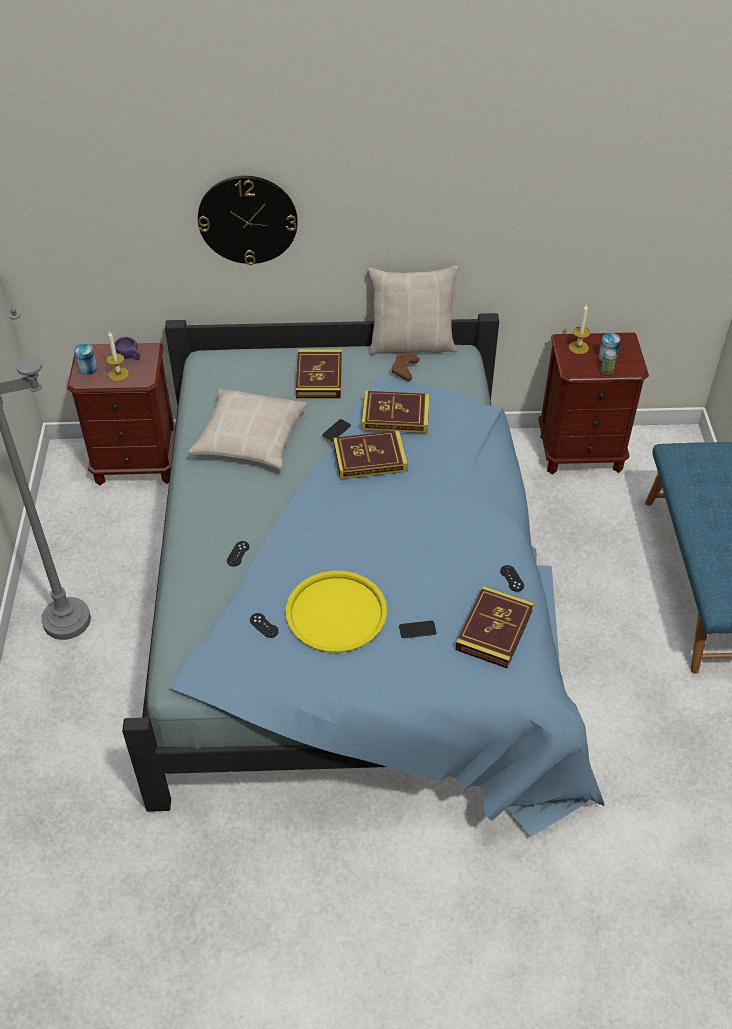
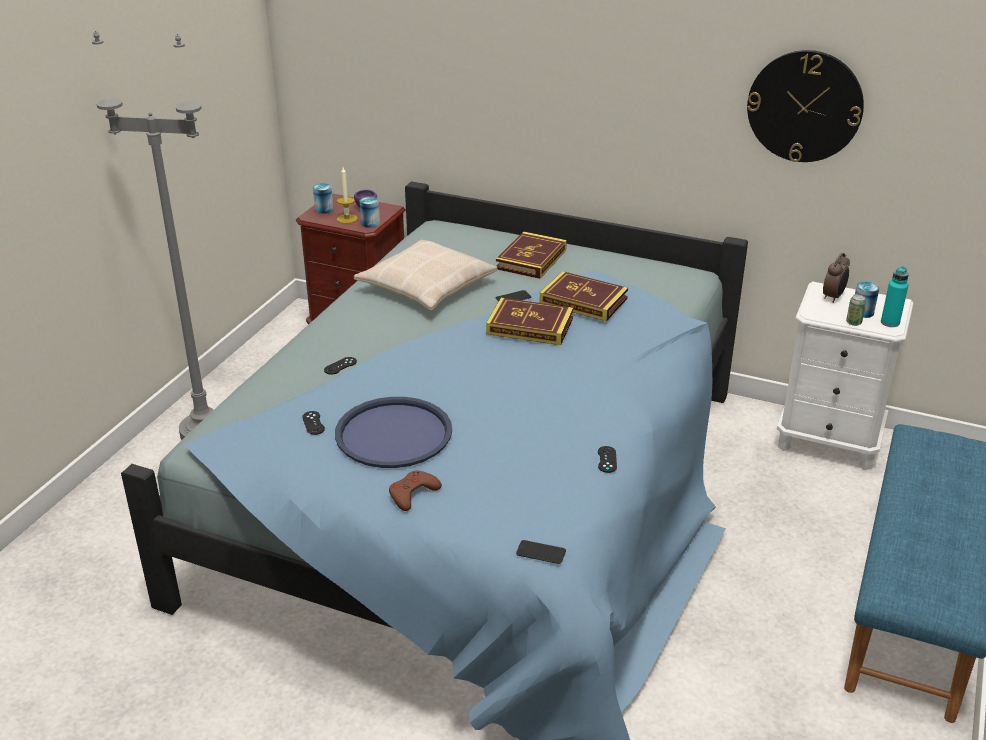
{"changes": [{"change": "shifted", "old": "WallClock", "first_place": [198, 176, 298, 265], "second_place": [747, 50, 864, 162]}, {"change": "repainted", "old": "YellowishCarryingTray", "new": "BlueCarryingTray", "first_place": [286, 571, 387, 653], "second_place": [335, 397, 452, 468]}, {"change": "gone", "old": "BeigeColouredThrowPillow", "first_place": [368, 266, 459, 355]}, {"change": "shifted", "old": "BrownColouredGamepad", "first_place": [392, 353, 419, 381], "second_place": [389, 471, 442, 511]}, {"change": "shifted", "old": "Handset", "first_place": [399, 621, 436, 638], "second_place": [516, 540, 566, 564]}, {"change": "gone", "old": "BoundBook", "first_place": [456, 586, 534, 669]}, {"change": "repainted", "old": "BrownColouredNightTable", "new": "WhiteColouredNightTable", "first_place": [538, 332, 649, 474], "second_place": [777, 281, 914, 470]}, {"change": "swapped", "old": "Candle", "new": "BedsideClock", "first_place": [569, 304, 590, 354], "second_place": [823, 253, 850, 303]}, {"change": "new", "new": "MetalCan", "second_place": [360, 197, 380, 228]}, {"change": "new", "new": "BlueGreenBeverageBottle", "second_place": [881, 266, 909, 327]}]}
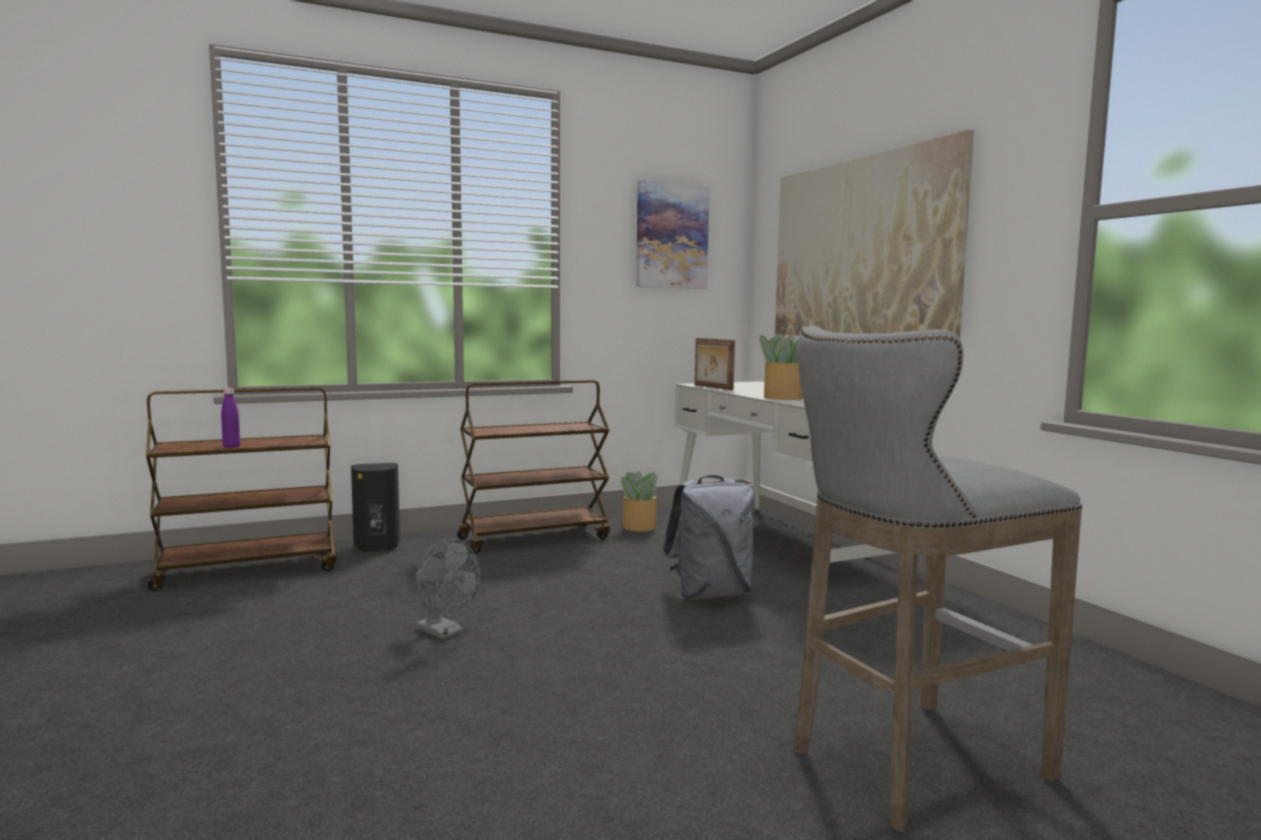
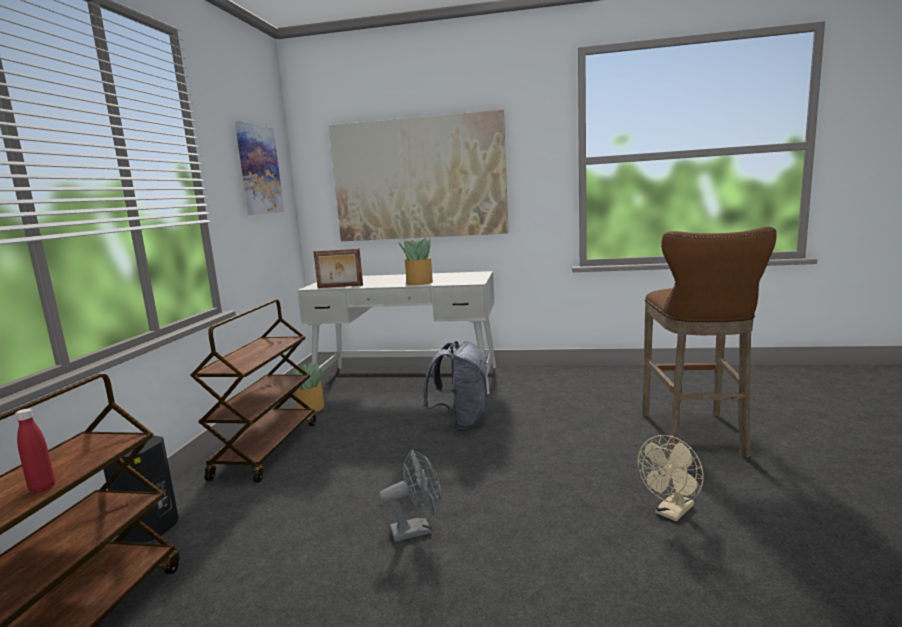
{"changes": [{"change": "repainted", "old": "PurplishBeverageBottle", "new": "RedColouredBeverageBottle", "first_place": [221, 388, 240, 448], "second_place": [15, 408, 55, 493]}, {"change": "repainted", "old": "GraySittingStool", "new": "BrownColouredSittingStool", "first_place": [793, 326, 1082, 832], "second_place": [643, 227, 777, 458]}, {"change": "new", "new": "BeigeColouredElectricFan", "second_place": [638, 435, 704, 522]}]}
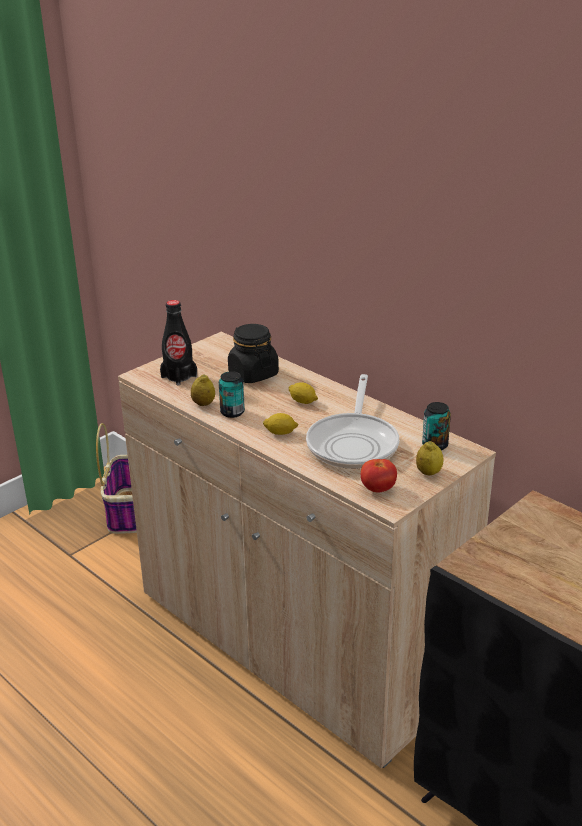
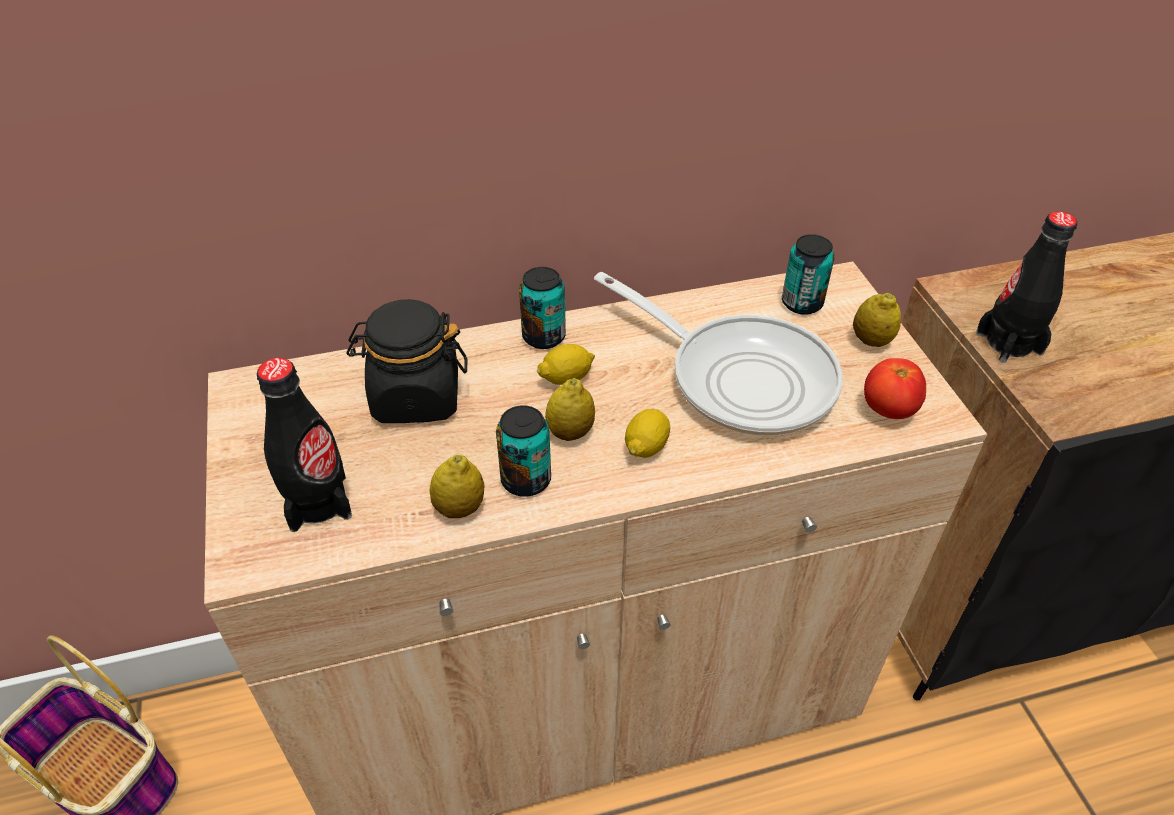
{"changes": [{"change": "new", "new": "MetalCan", "second_place": [519, 267, 566, 349]}, {"change": "new", "new": "Lemon", "second_place": [545, 378, 595, 441]}, {"change": "new", "new": "BlackColouredBeverageBottle", "second_place": [976, 211, 1077, 363]}]}
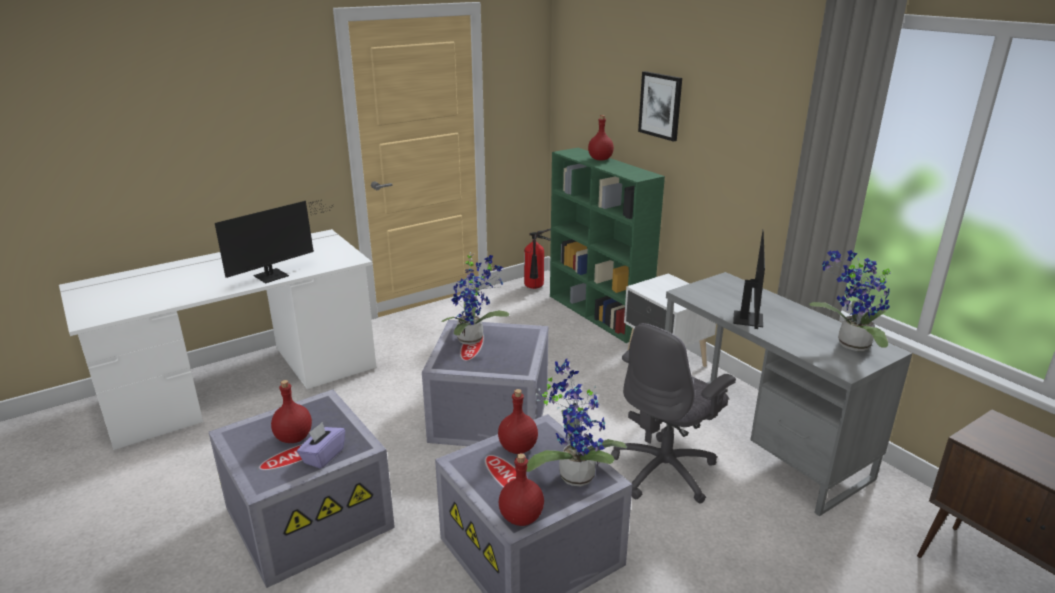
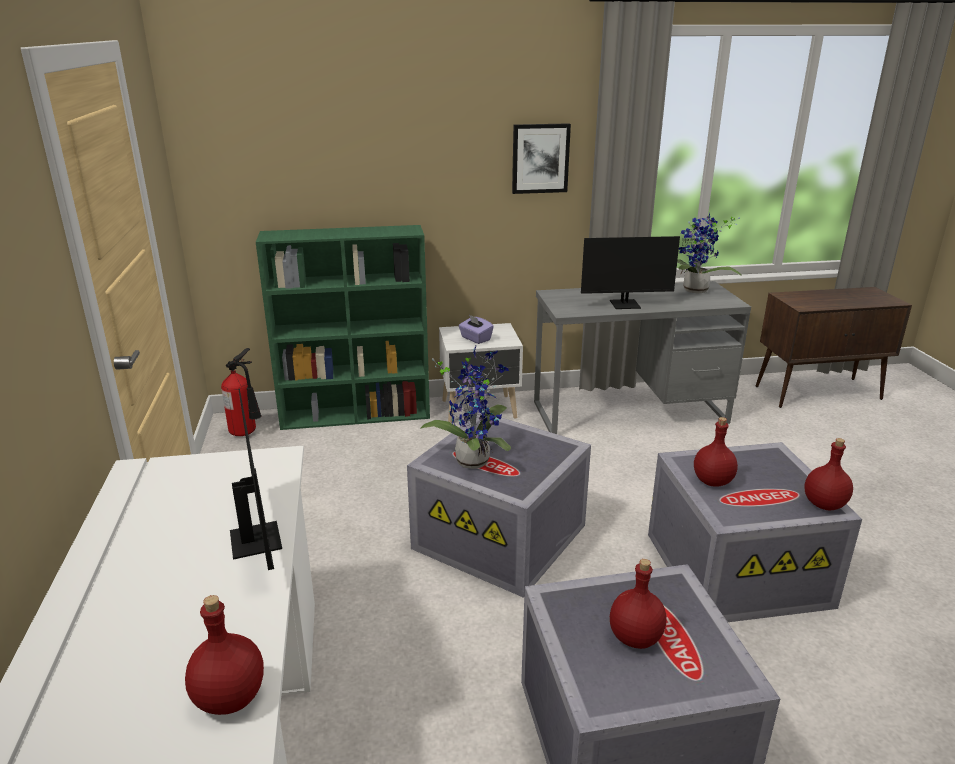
{"changes": [{"change": "shifted", "old": "PurplishTissueBox", "first_place": [297, 422, 345, 469], "second_place": [458, 315, 494, 344]}, {"change": "gone", "old": "PottedPlant", "first_place": [526, 358, 627, 487]}, {"change": "shifted", "old": "RedColouredBeverageBottle", "first_place": [588, 115, 614, 161], "second_place": [185, 595, 264, 715]}, {"change": "gone", "old": "GrayComputerChair", "first_place": [611, 323, 736, 504]}, {"change": "shifted", "old": "WallPicture", "first_place": [638, 71, 682, 142], "second_place": [512, 123, 571, 194]}, {"change": "rotated", "old": "Monitor", "first_place": [733, 229, 765, 329], "second_place": [581, 236, 708, 309], "degrees": 135}]}
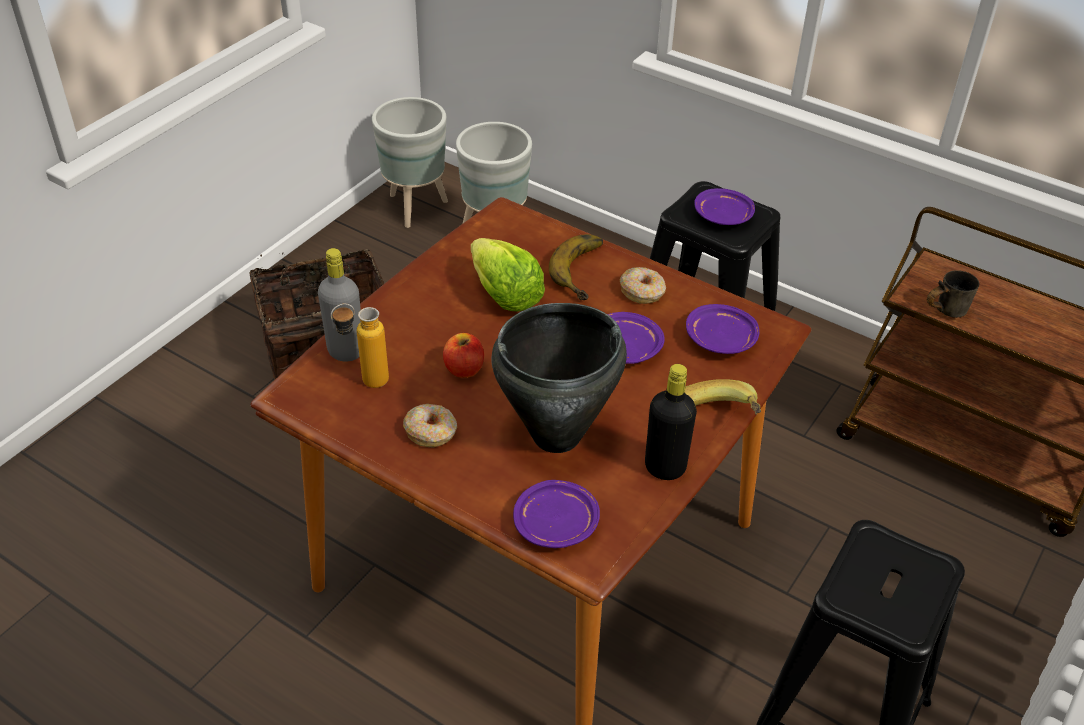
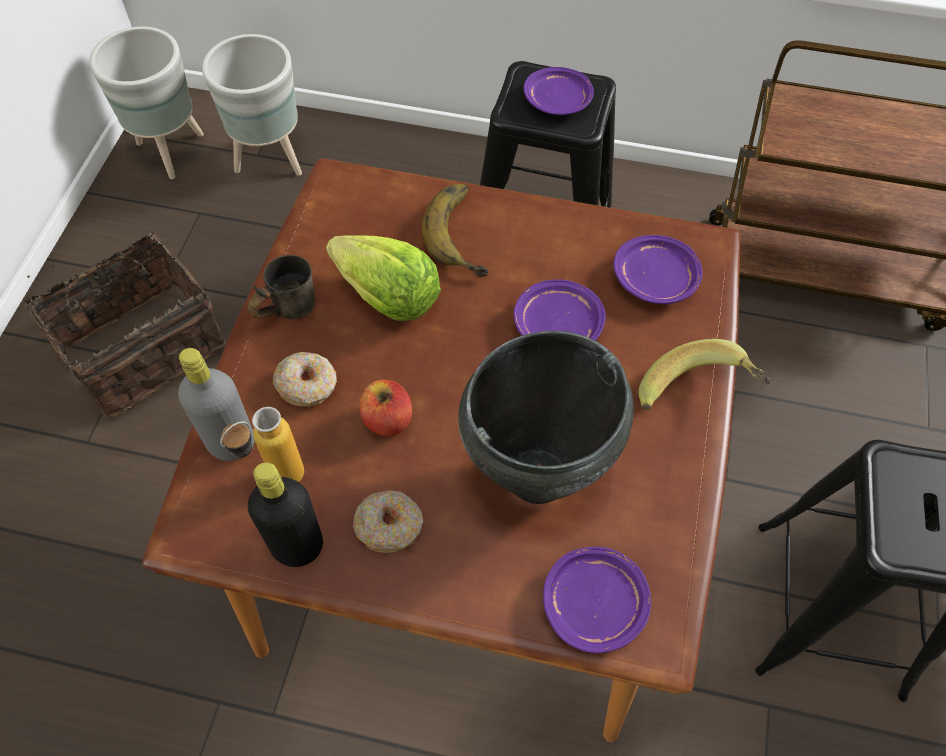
{"changes": [{"change": "shifted", "old": "RingDoughnut", "first_place": [619, 267, 666, 304], "second_place": [273, 352, 337, 407]}, {"change": "shifted", "old": "BlackColouredBeverageBottle", "first_place": [645, 364, 697, 480], "second_place": [248, 463, 323, 567]}, {"change": "shifted", "old": "GrayCoffeeMug", "first_place": [927, 270, 979, 318], "second_place": [247, 255, 315, 319]}]}
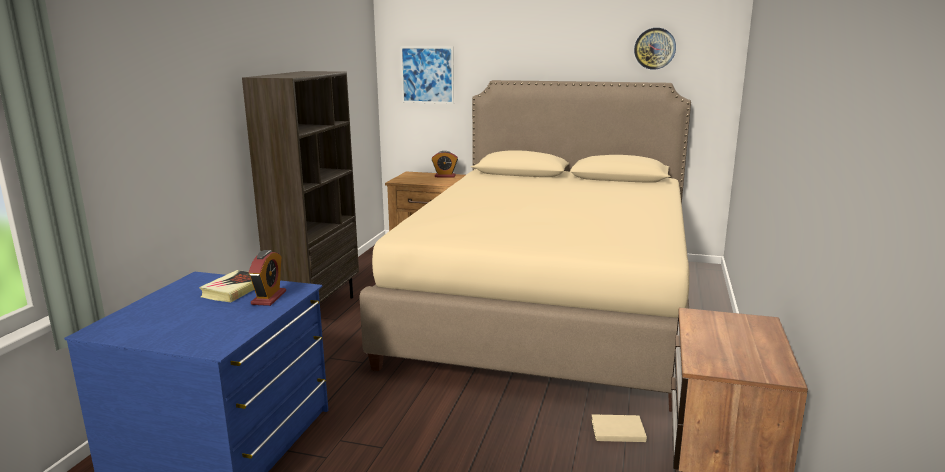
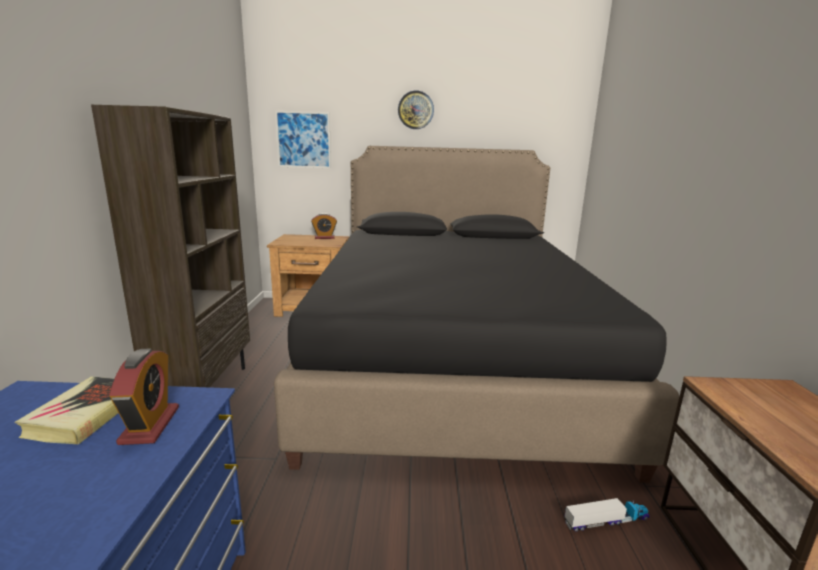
{"changes": [{"change": "repainted", "old": "BeigeColouredBedroomBed", "new": "BlackColouredBedroomBed", "first_place": [359, 80, 691, 412], "second_place": [274, 146, 679, 483]}, {"change": "swapped", "old": "BeigeColouredBoundBook", "new": "ModelTruck", "first_place": [591, 414, 647, 442], "second_place": [565, 498, 650, 532]}, {"change": "shifted", "old": "WallClock", "first_place": [634, 28, 676, 70], "second_place": [398, 91, 434, 129]}]}
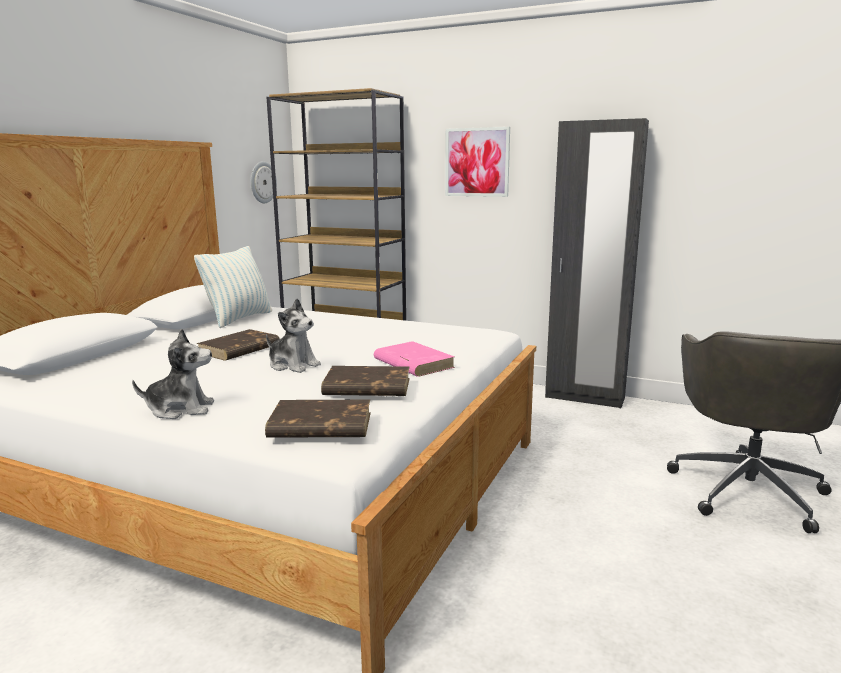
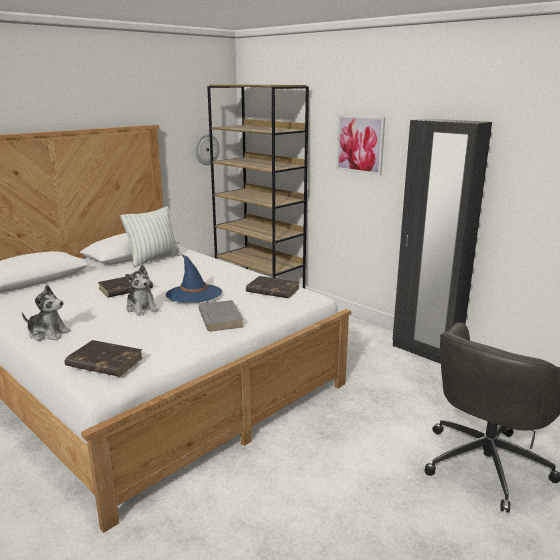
{"changes": [{"change": "shifted", "old": "BrownColouredBoundBook", "first_place": [321, 366, 410, 396], "second_place": [246, 276, 300, 298]}, {"change": "repainted", "old": "PinkBoundBook", "new": "GrayBoundBook", "first_place": [374, 341, 455, 377], "second_place": [198, 300, 243, 331]}, {"change": "new", "new": "BlueHat", "second_place": [166, 254, 222, 303]}]}
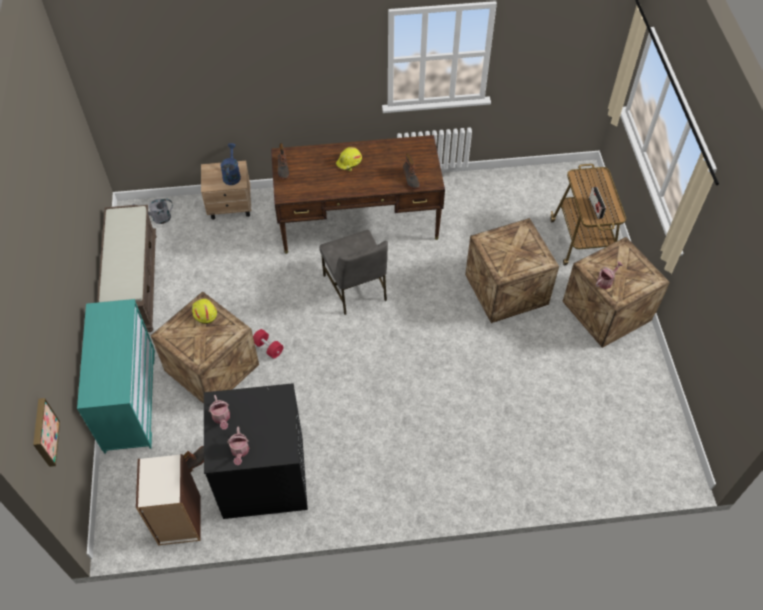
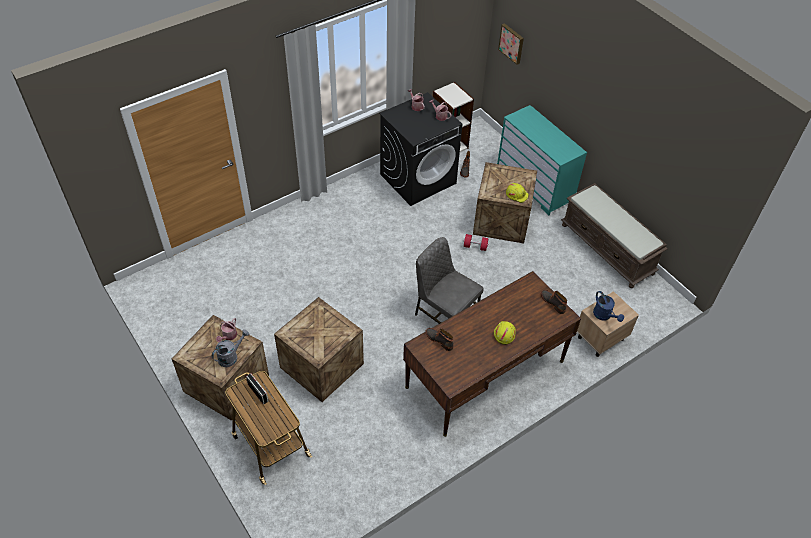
{"changes": [{"change": "shifted", "old": "GrayWateringPot", "first_place": [133, 199, 173, 224], "second_place": [212, 329, 249, 367]}]}
